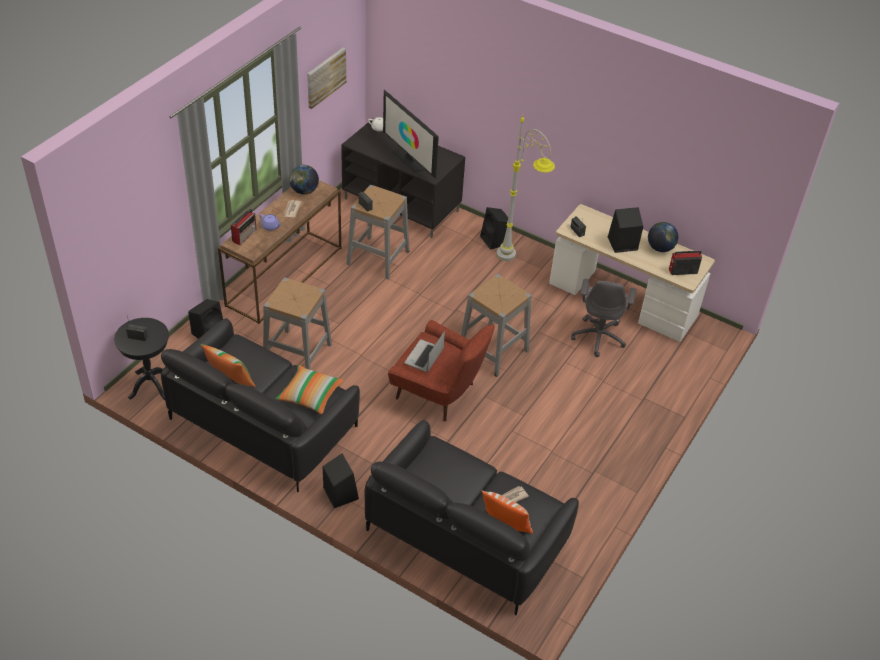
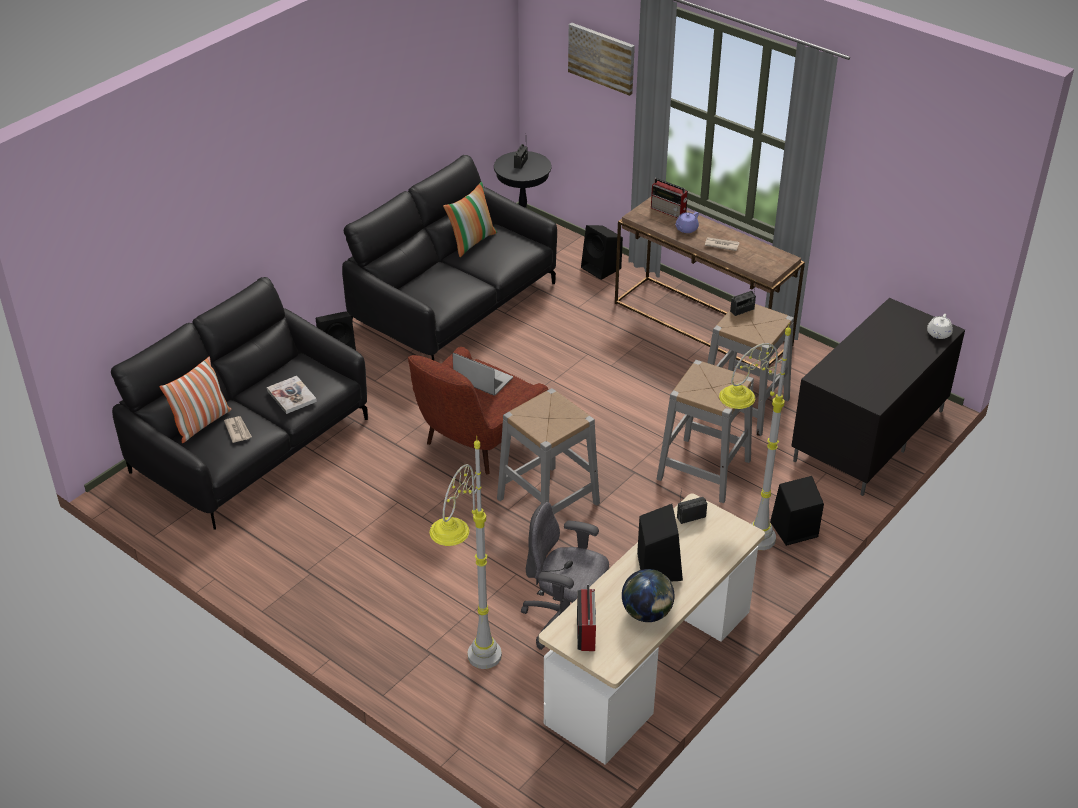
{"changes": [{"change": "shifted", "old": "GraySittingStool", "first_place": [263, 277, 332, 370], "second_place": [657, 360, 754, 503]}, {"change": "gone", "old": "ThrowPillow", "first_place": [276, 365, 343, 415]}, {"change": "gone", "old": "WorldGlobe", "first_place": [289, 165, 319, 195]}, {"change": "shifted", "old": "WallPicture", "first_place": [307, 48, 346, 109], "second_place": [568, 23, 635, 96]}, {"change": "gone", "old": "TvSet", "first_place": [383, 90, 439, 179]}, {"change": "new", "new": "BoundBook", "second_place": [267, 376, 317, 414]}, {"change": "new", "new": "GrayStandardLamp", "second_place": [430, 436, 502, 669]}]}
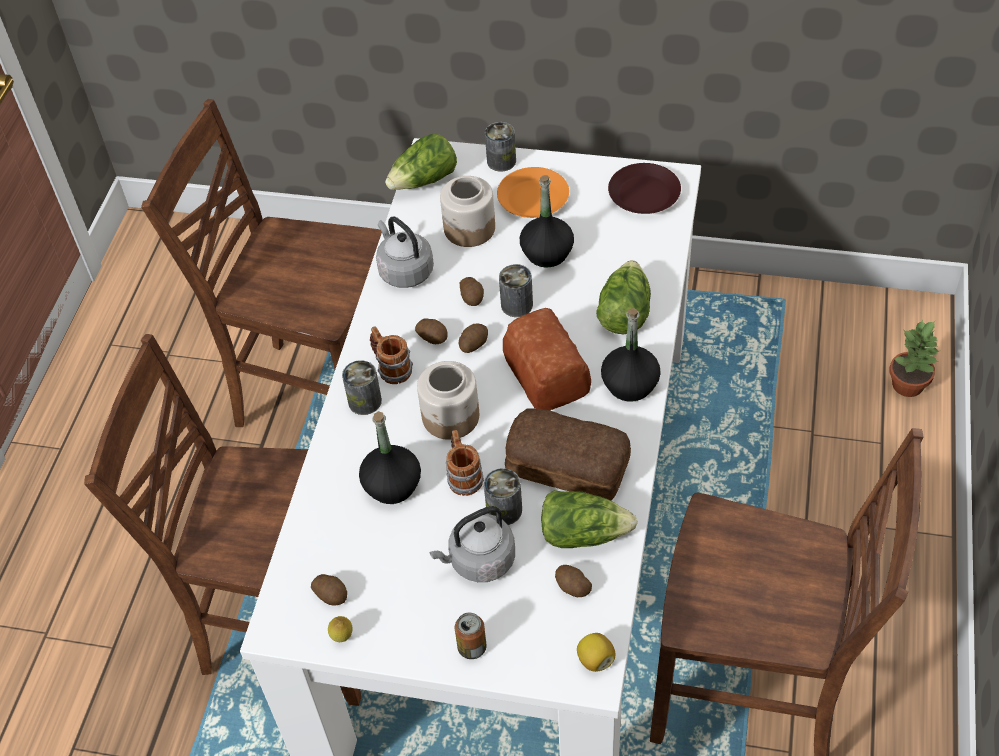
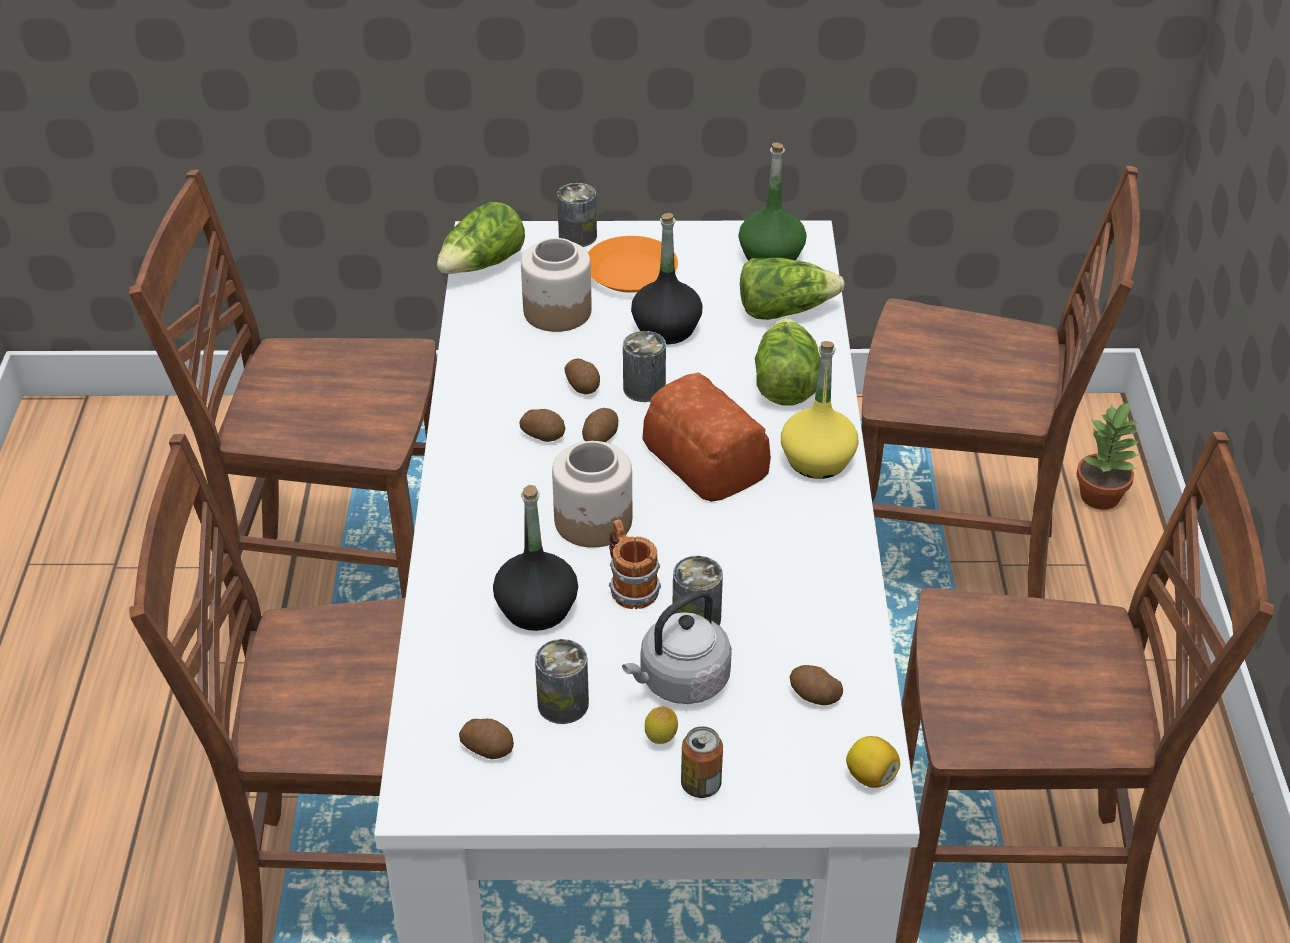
{"changes": [{"change": "shifted", "old": "Lemon", "first_place": [328, 616, 352, 642], "second_place": [645, 707, 678, 744]}, {"change": "shifted", "old": "MetalCan", "first_place": [342, 360, 382, 415], "second_place": [535, 639, 589, 724]}, {"change": "gone", "old": "CoffeeMug", "first_place": [370, 326, 413, 384]}, {"change": "gone", "old": "GrayTeaKettle", "first_place": [376, 217, 434, 288]}, {"change": "gone", "old": "Bread", "first_place": [505, 409, 631, 501]}, {"change": "shifted", "old": "LettuceHead", "first_place": [541, 490, 638, 548], "second_place": [740, 258, 845, 320]}, {"change": "repainted", "old": "BlackColouredBeverageBottle", "new": "YellowishBeverageBottle", "first_place": [601, 308, 661, 402], "second_place": [781, 341, 859, 479]}, {"change": "swapped", "old": "BrownColouredPlate", "new": "GreenColouredBeverageBottle", "first_place": [608, 163, 681, 214], "second_place": [739, 143, 807, 261]}, {"change": "new", "new": "BrownColouredChair", "second_place": [861, 166, 1140, 599]}]}
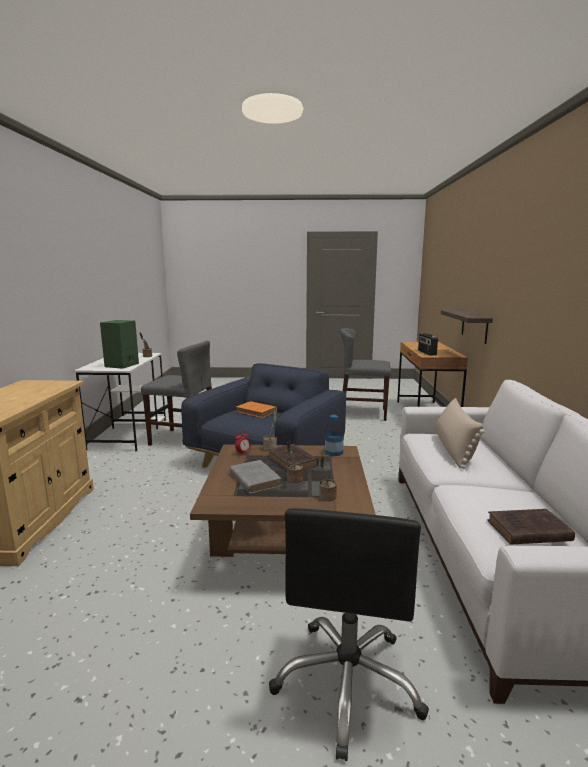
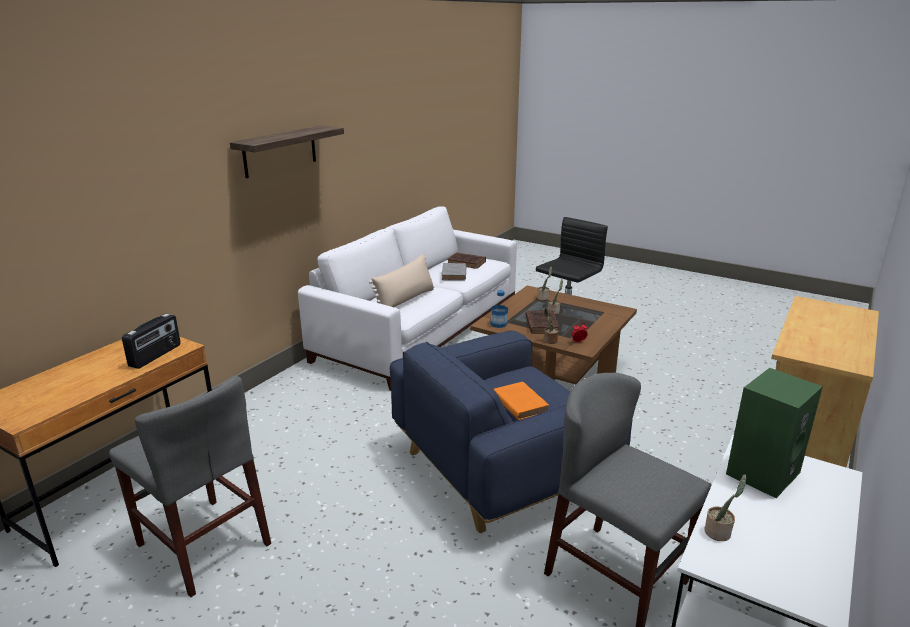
{"changes": [{"change": "shifted", "old": "GrayBoundBook", "first_place": [230, 460, 282, 494], "second_place": [441, 263, 466, 281]}, {"change": "shifted", "old": "Shelf", "first_place": [441, 310, 493, 344], "second_place": [230, 126, 344, 178]}]}
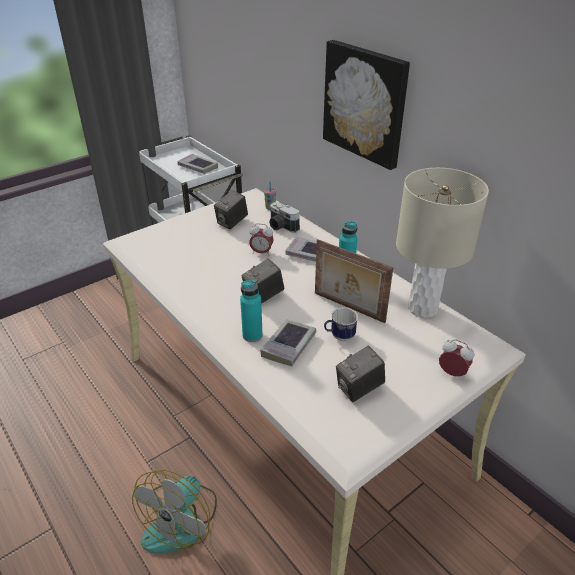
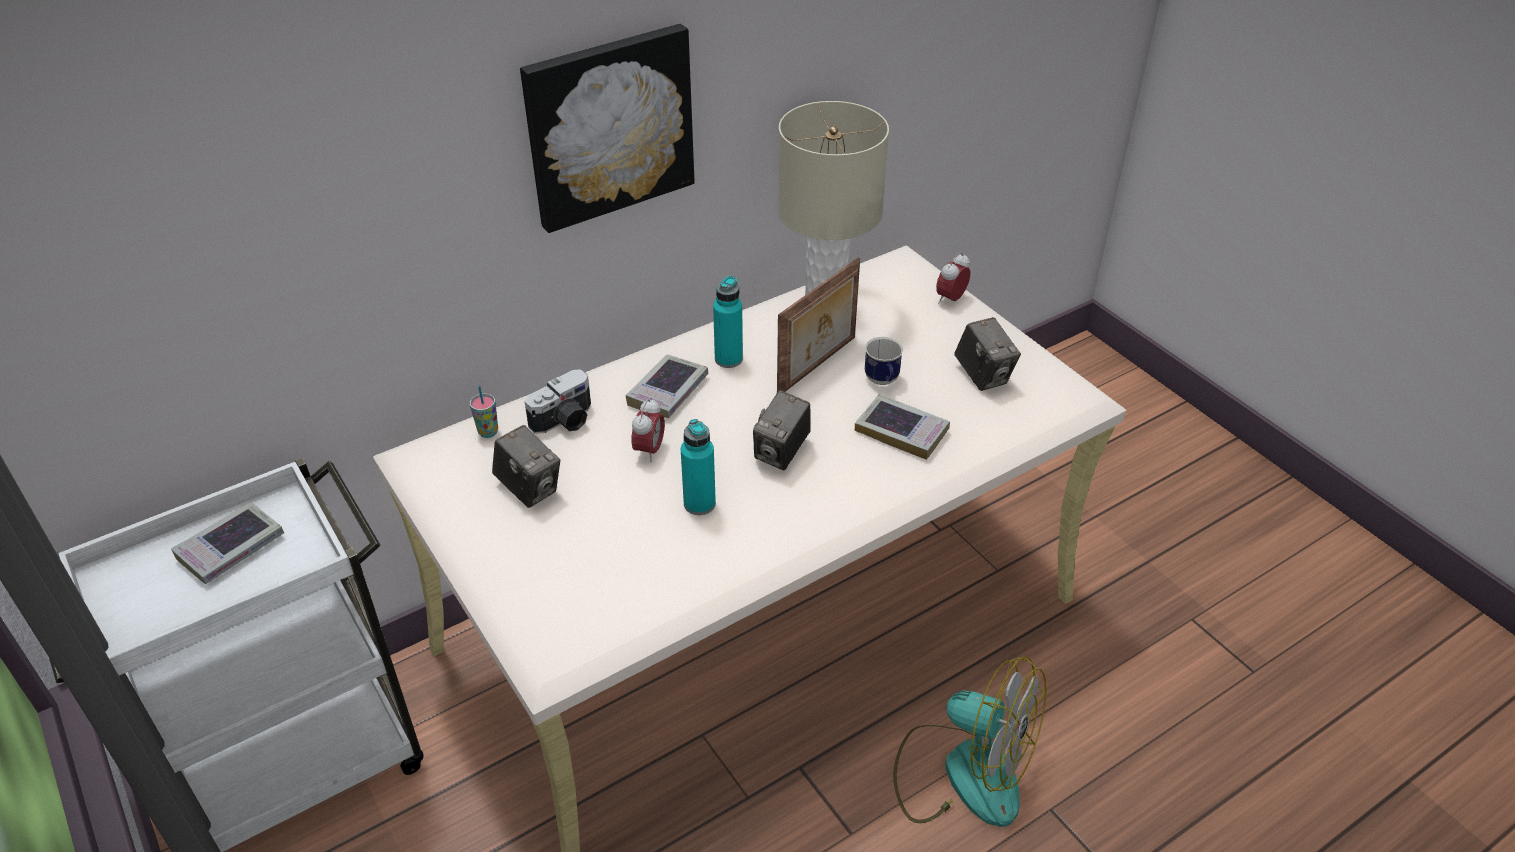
{"changes": [{"change": "shifted", "old": "BlueGreenBeverageBottle", "first_place": [240, 279, 263, 342], "second_place": [681, 419, 716, 515]}, {"change": "rotated", "old": "PhotoCamera", "first_place": [241, 259, 284, 304], "second_place": [753, 390, 811, 470], "degrees": 60}]}
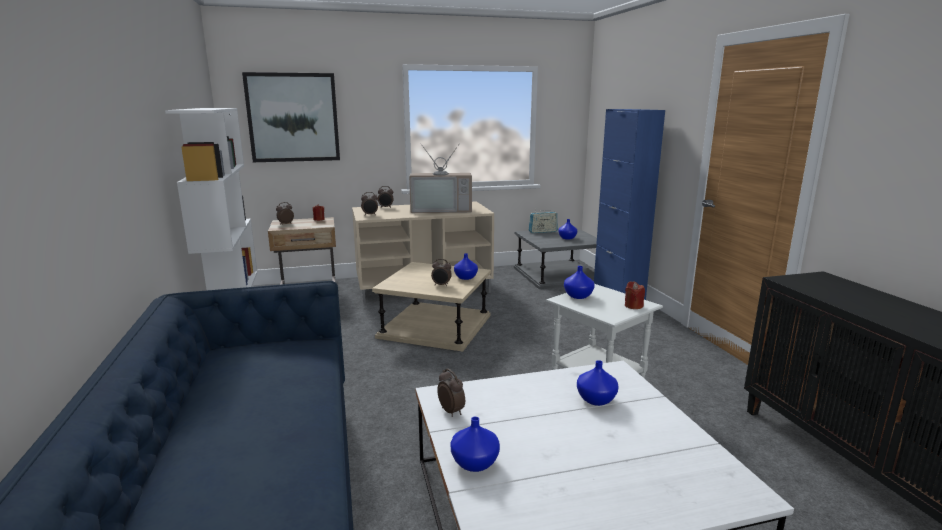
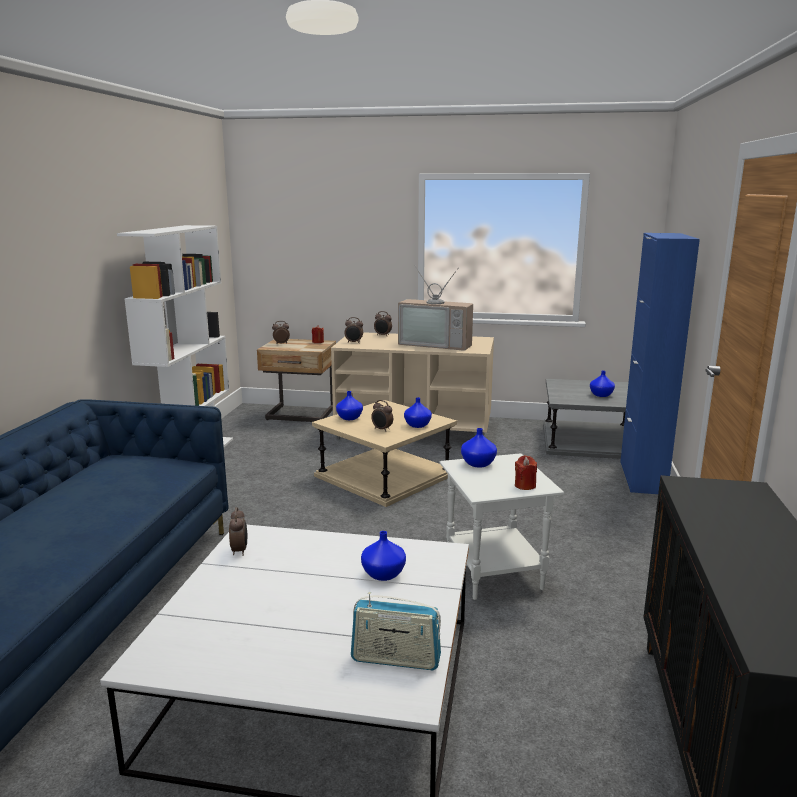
{"changes": [{"change": "gone", "old": "WallPicture", "first_place": [242, 72, 340, 162]}, {"change": "shifted", "old": "BlueDecorativeVase", "first_place": [450, 417, 500, 472], "second_place": [336, 391, 363, 420]}, {"change": "shifted", "old": "RadioSet", "first_place": [528, 210, 558, 233], "second_place": [351, 592, 441, 670]}]}
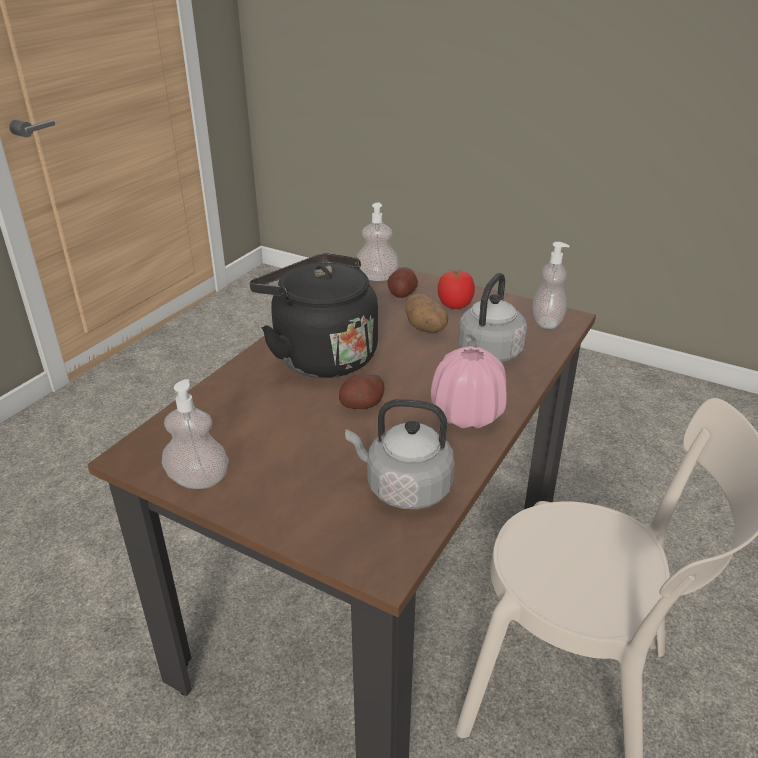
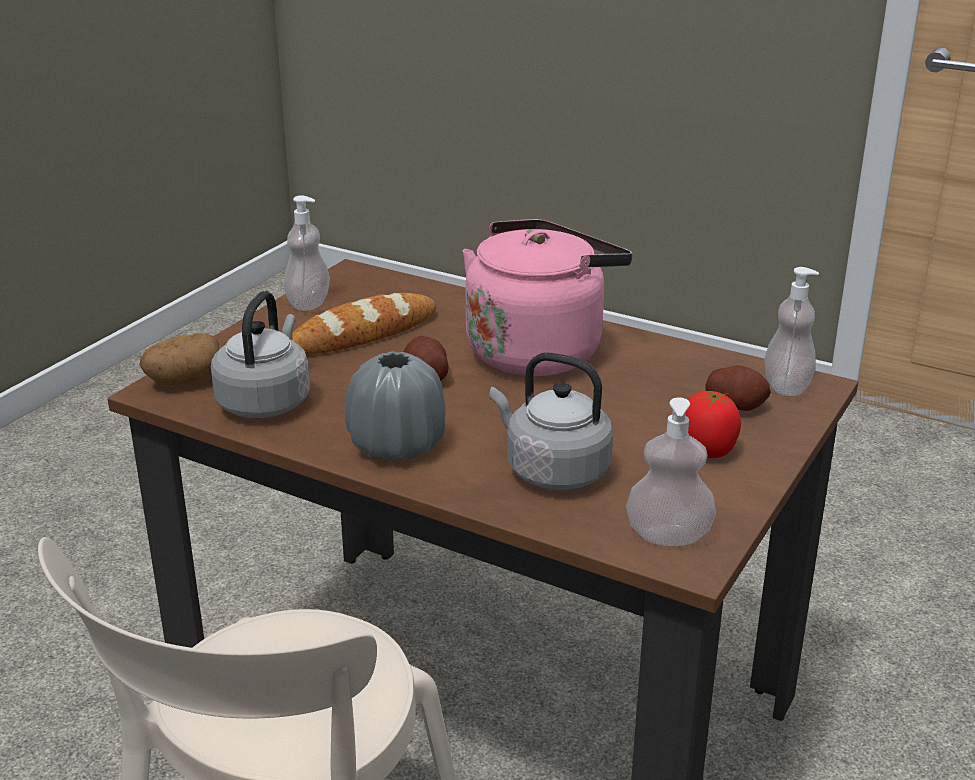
{"changes": [{"change": "repainted", "old": "BlackColouredTeaKettle", "new": "PinkTeaKettle", "first_place": [249, 253, 378, 378], "second_place": [463, 219, 632, 376]}, {"change": "shifted", "old": "Potato", "first_place": [405, 294, 448, 333], "second_place": [139, 333, 219, 386]}, {"change": "repainted", "old": "PinkDecorativeVase", "new": "GrayDecorativeVase", "first_place": [431, 346, 507, 429], "second_place": [344, 351, 445, 461]}, {"change": "new", "new": "Bread", "second_place": [292, 293, 436, 355]}]}
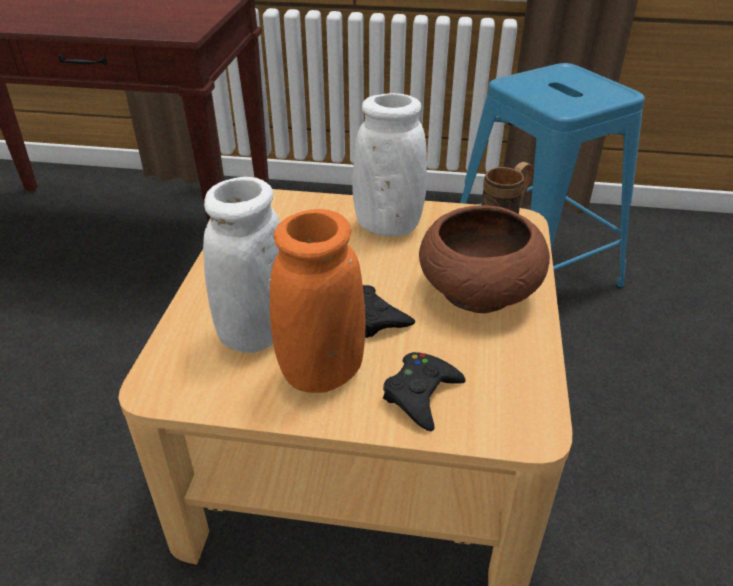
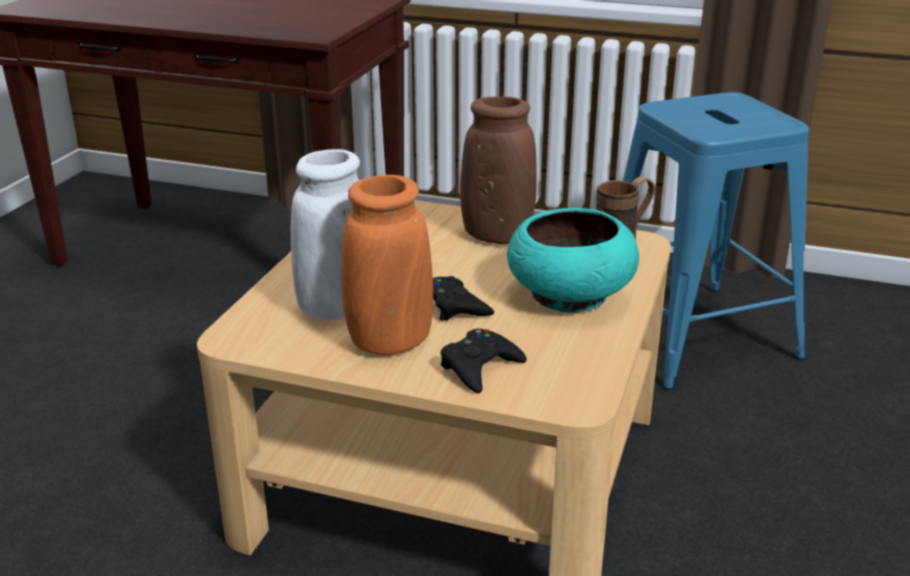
{"changes": [{"change": "repainted", "old": "WhiteColouredDecorativeVase", "new": "BrownColouredDecorativeVase", "first_place": [352, 93, 427, 236], "second_place": [460, 96, 537, 244]}, {"change": "repainted", "old": "BrownColouredDeepDish", "new": "BlueGreenDeepDish", "first_place": [419, 205, 550, 313], "second_place": [507, 208, 639, 313]}]}
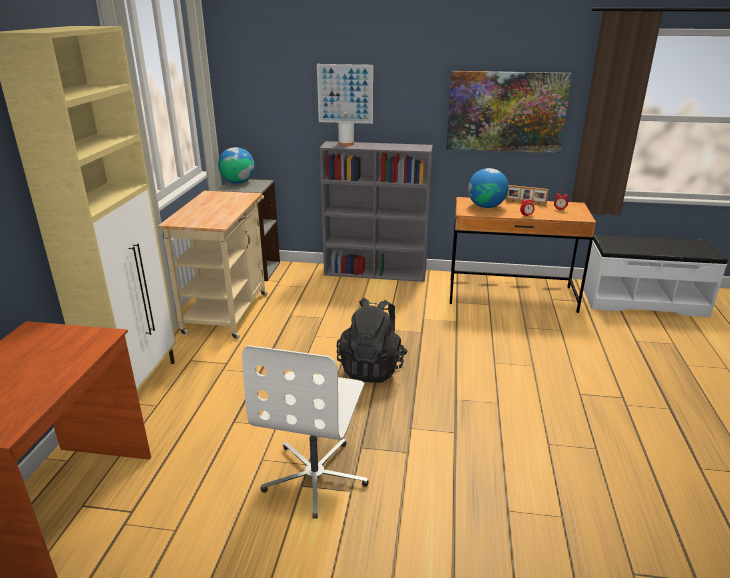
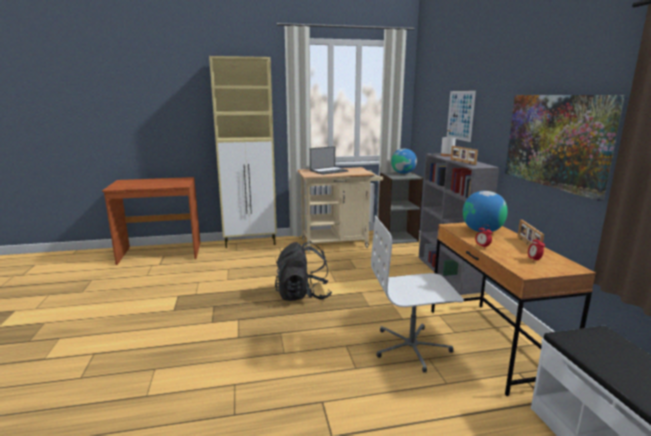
{"changes": [{"change": "shifted", "old": "WhiteColouredComputerChair", "first_place": [242, 345, 369, 519], "second_place": [371, 216, 464, 372]}, {"change": "new", "new": "Laptop", "second_place": [310, 146, 348, 175]}, {"change": "new", "new": "StandingFrame", "second_place": [451, 146, 478, 165]}]}
